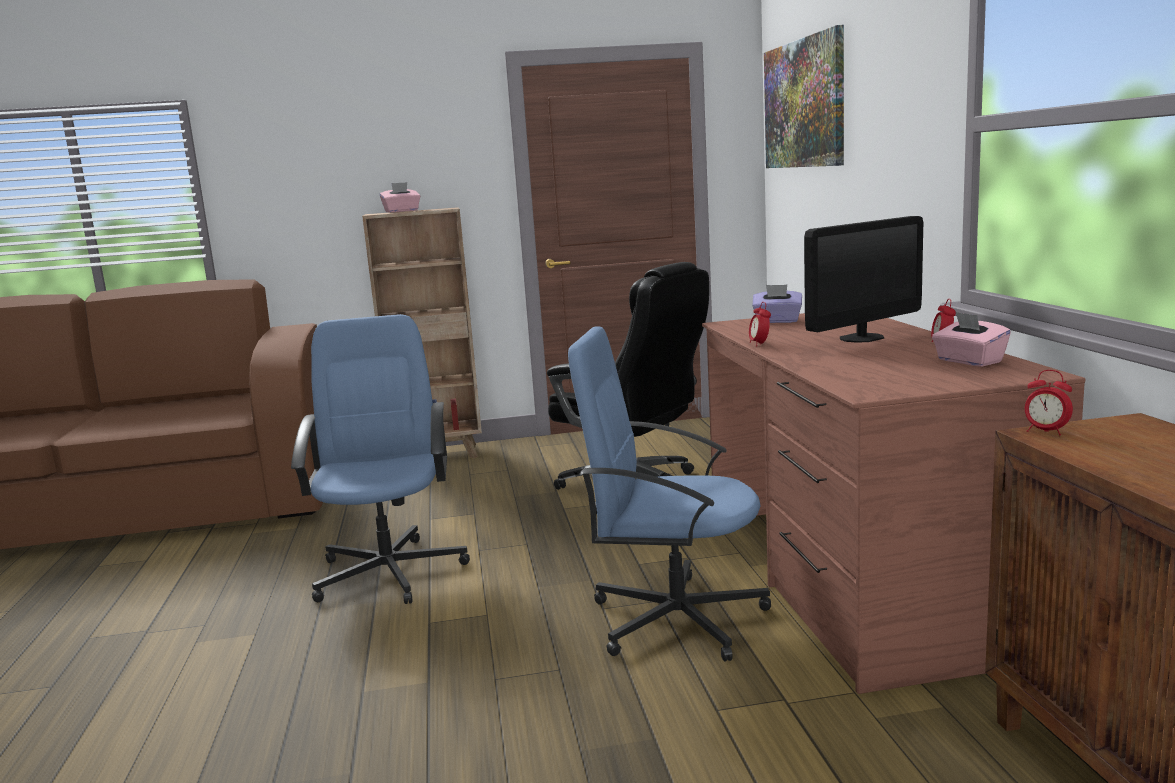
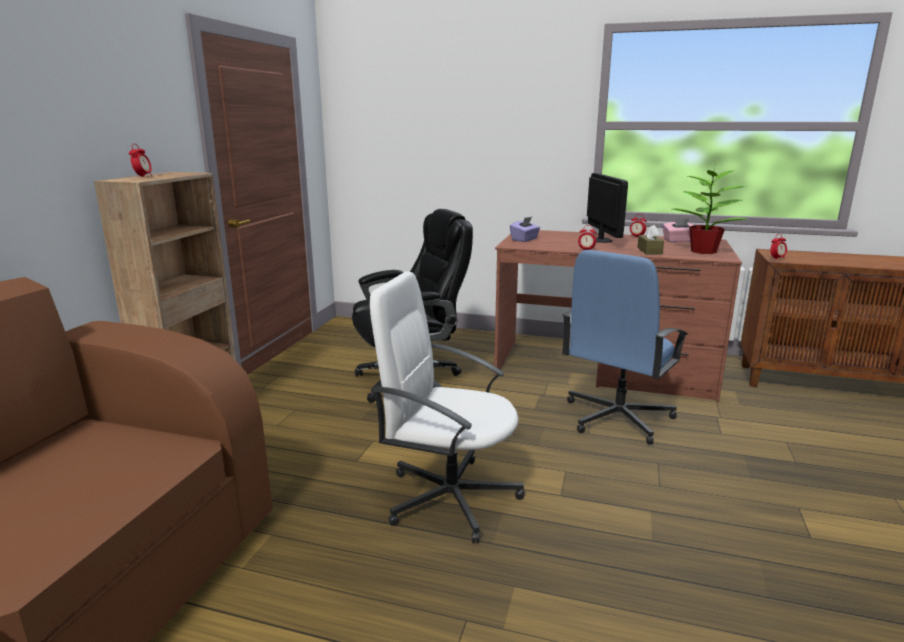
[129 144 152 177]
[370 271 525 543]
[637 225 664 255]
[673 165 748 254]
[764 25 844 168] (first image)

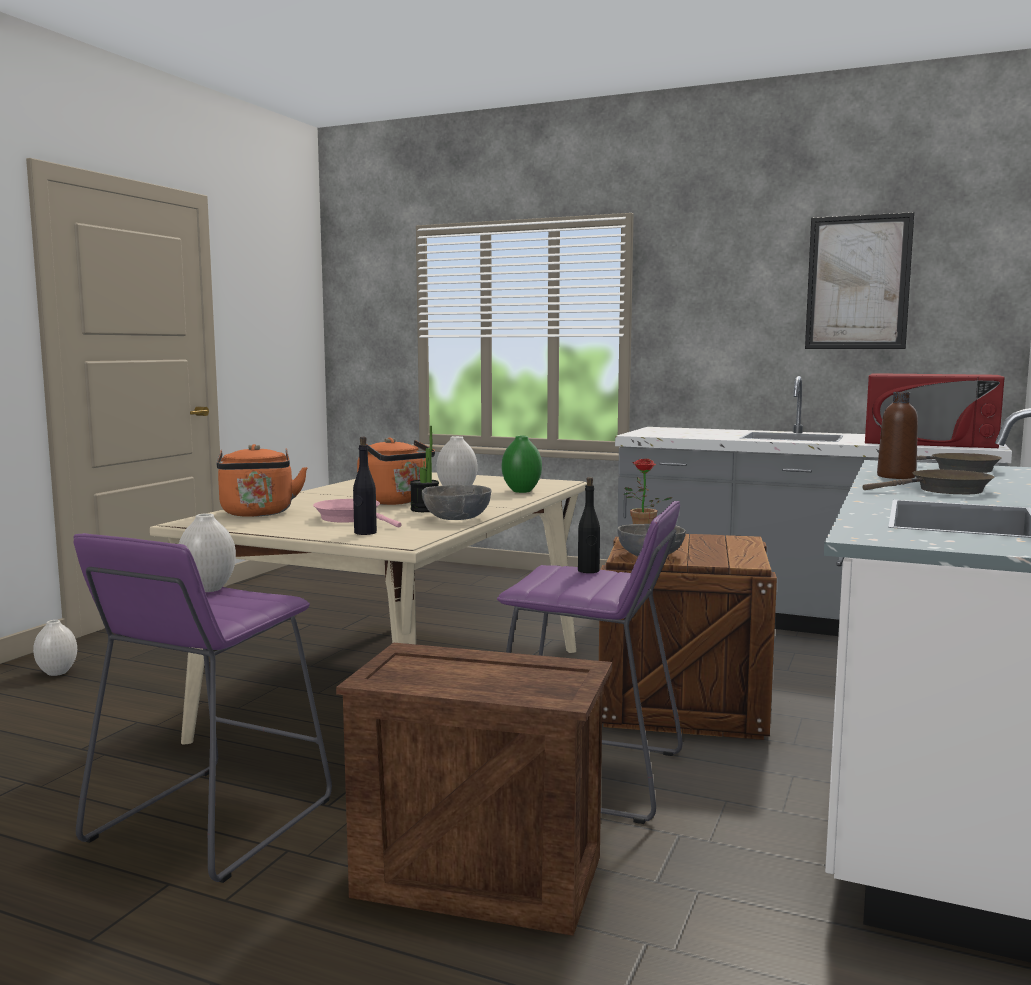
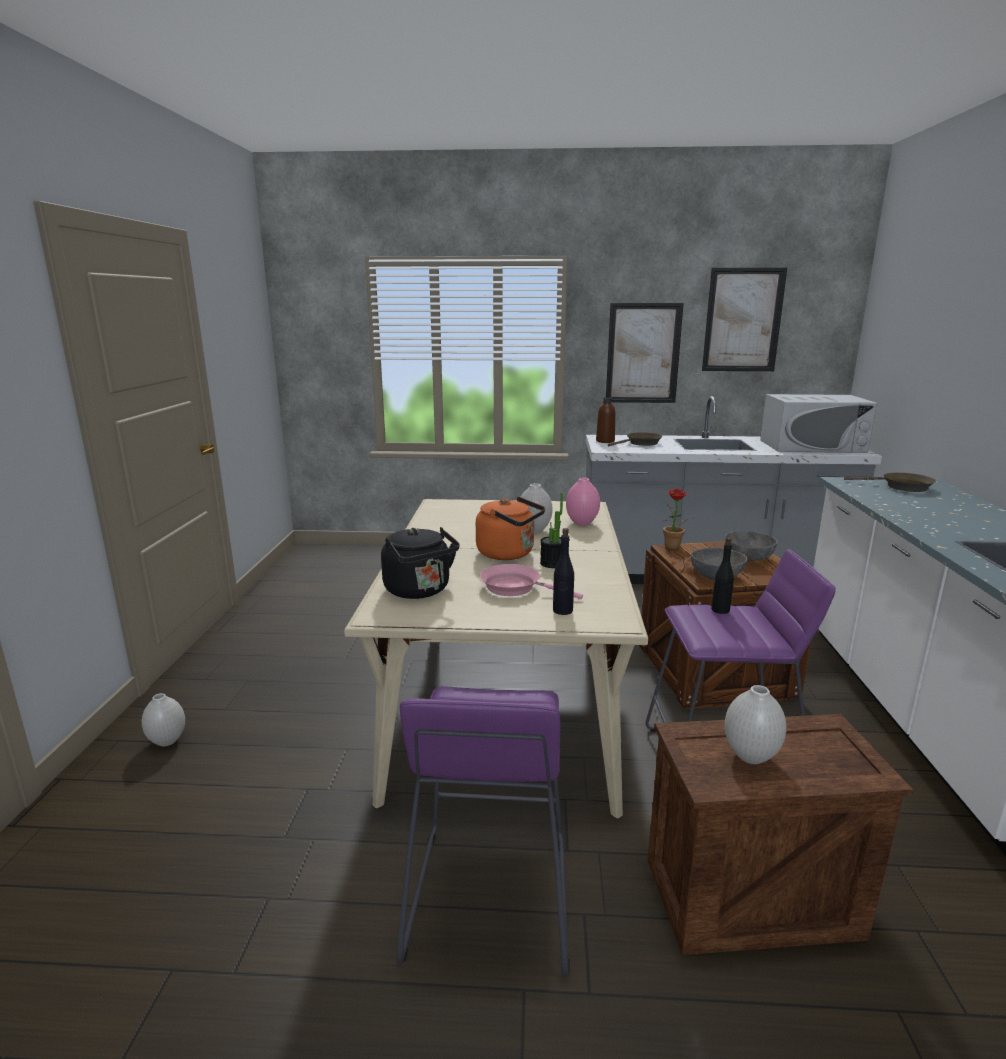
[381 527 459 599]
[566 477 600 526]
[596 397 615 443]
[606 303 684 403]
[608 432 663 446]
[725 531 778 561]
[725 685 786 764]
[760 394 877 453]

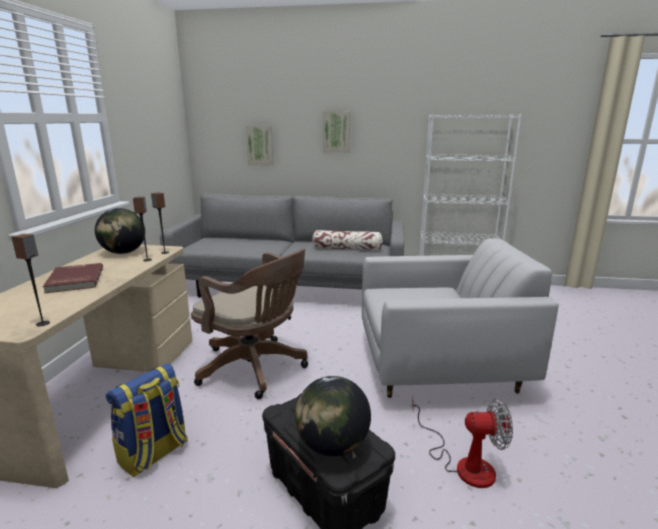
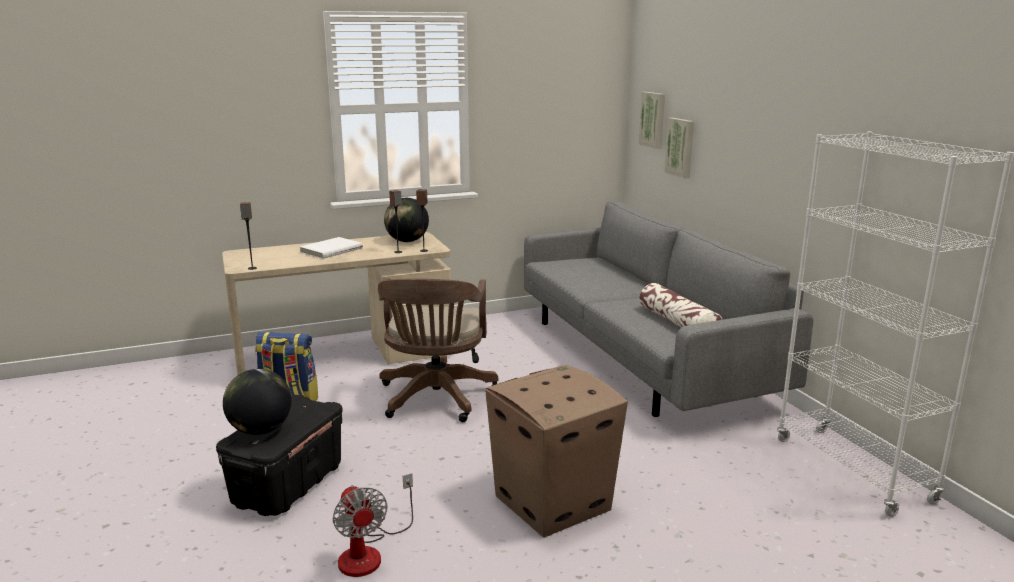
[300 237 363 259]
[485 365 628 538]
[639 92 665 149]

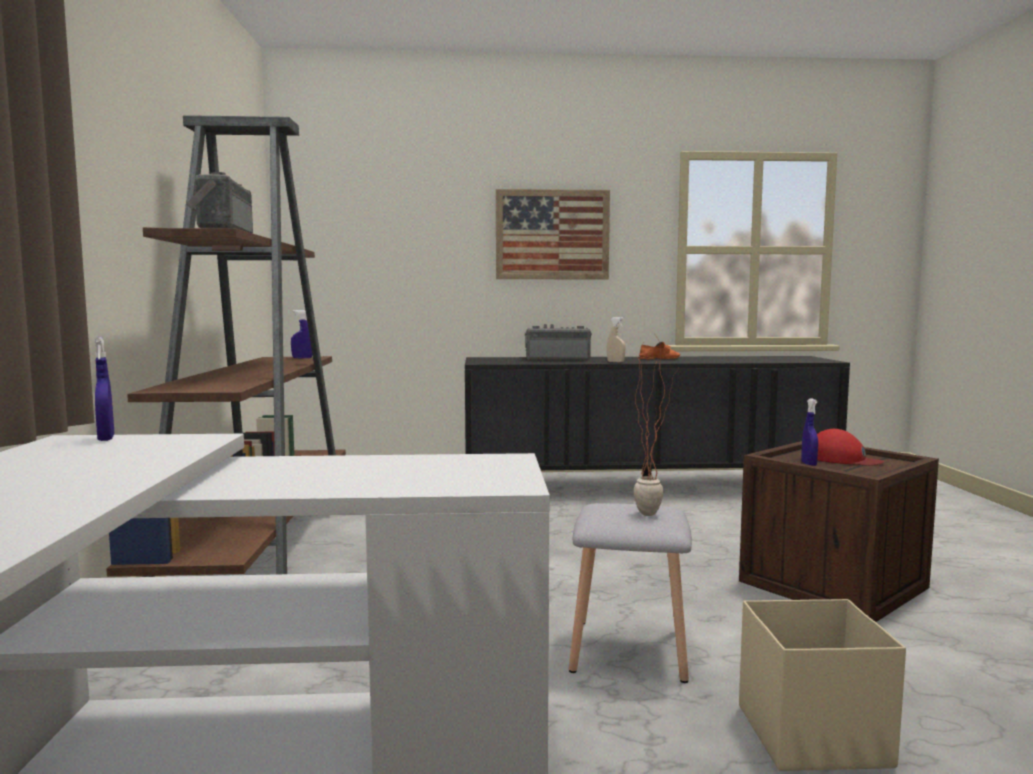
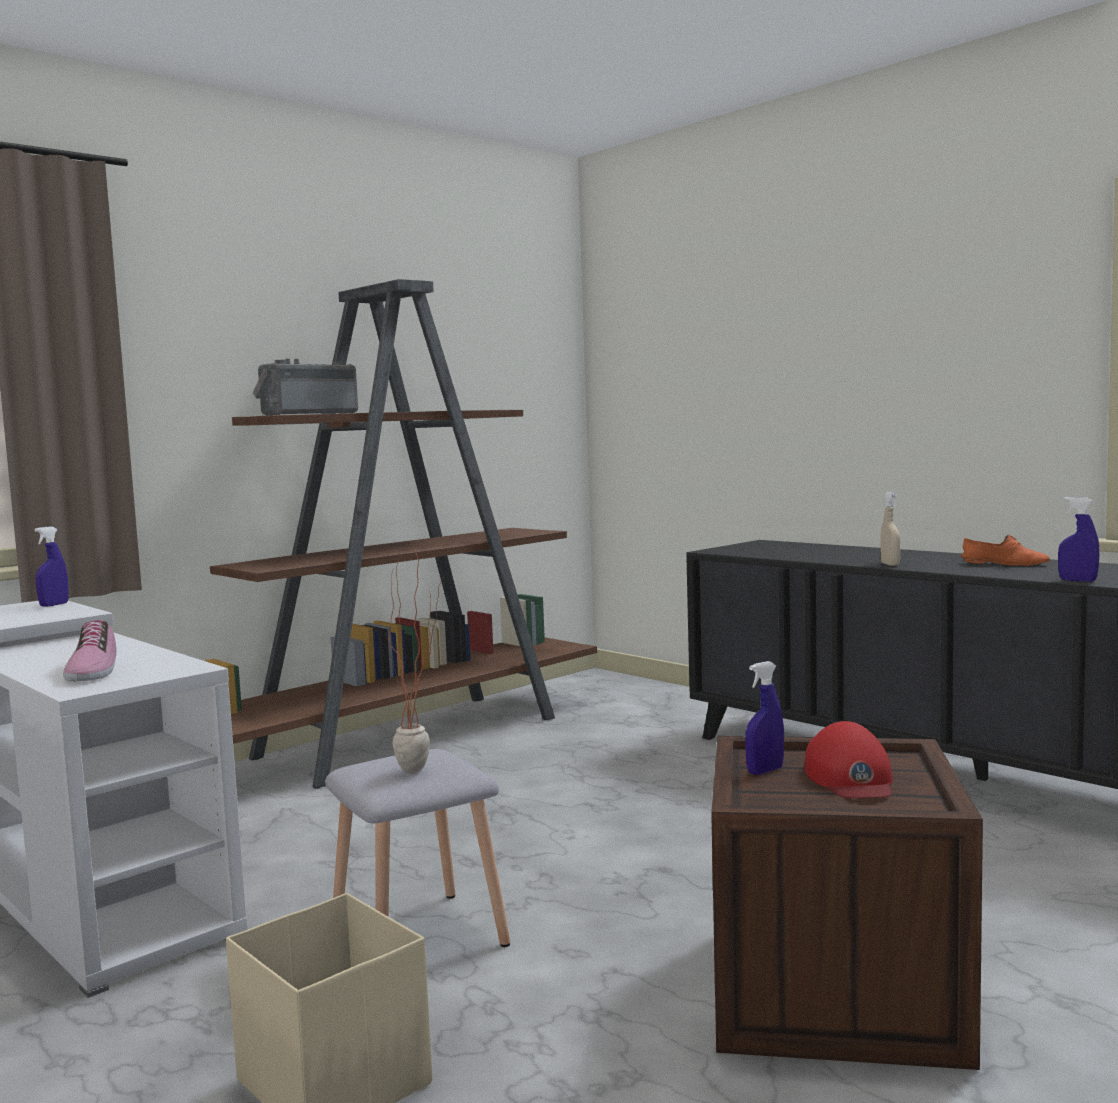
[63 620 117 681]
[1058 497 1099 582]
[496 189 610 279] (first image)
[525 324 592 360] (first image)

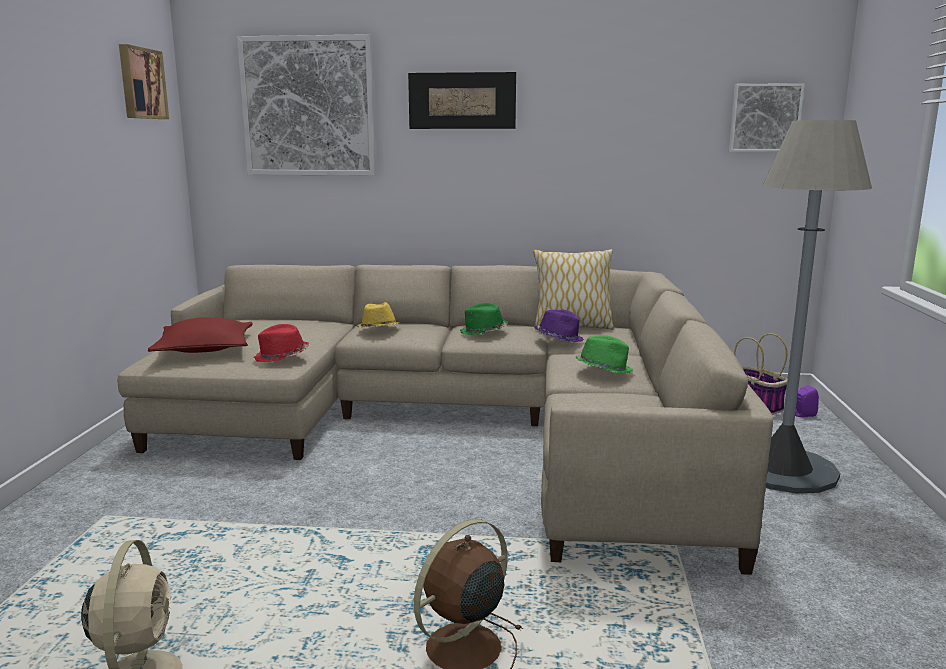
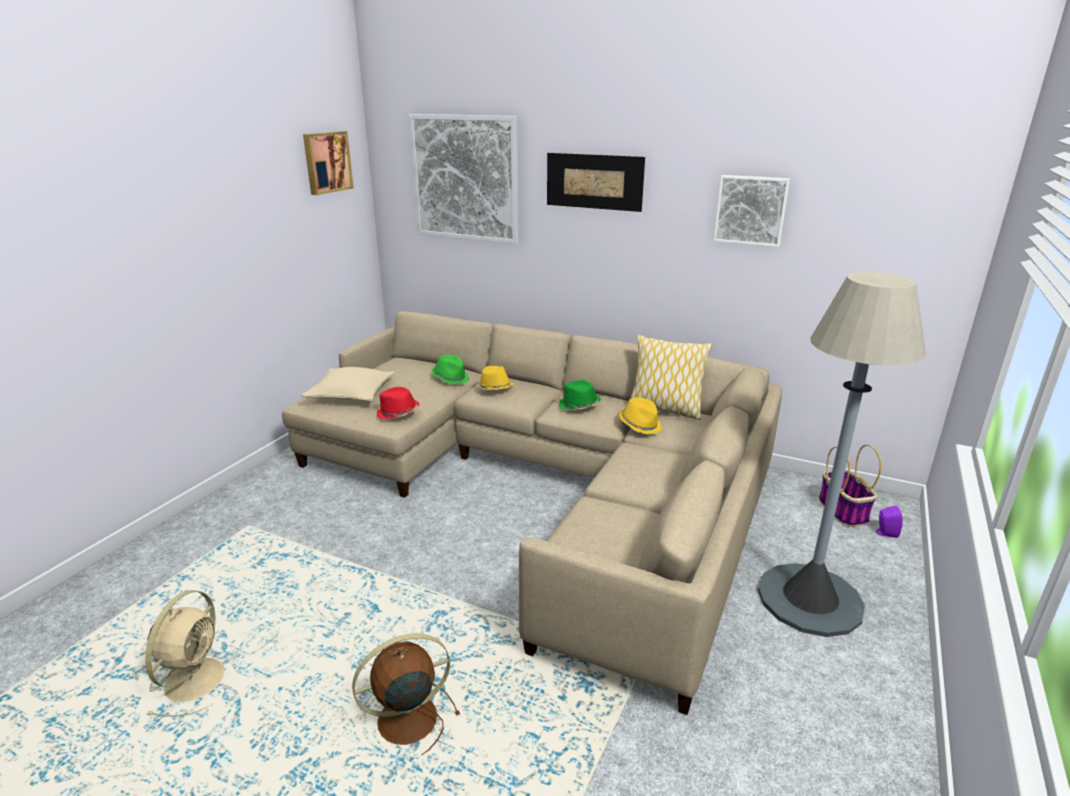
[301 367 395 401]
[432 355 469 384]
[619 398 662 434]
[714 175 790 247]

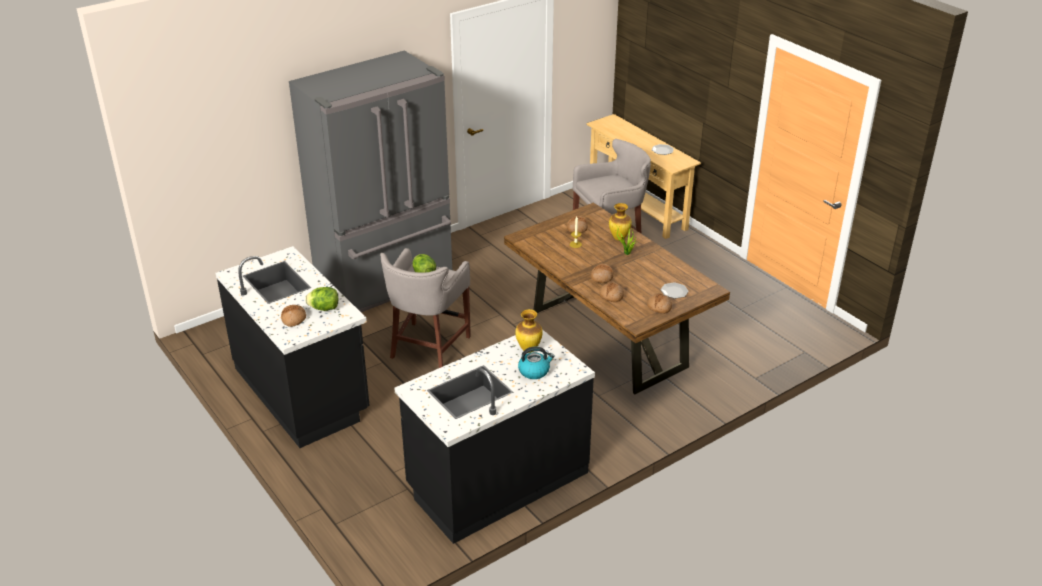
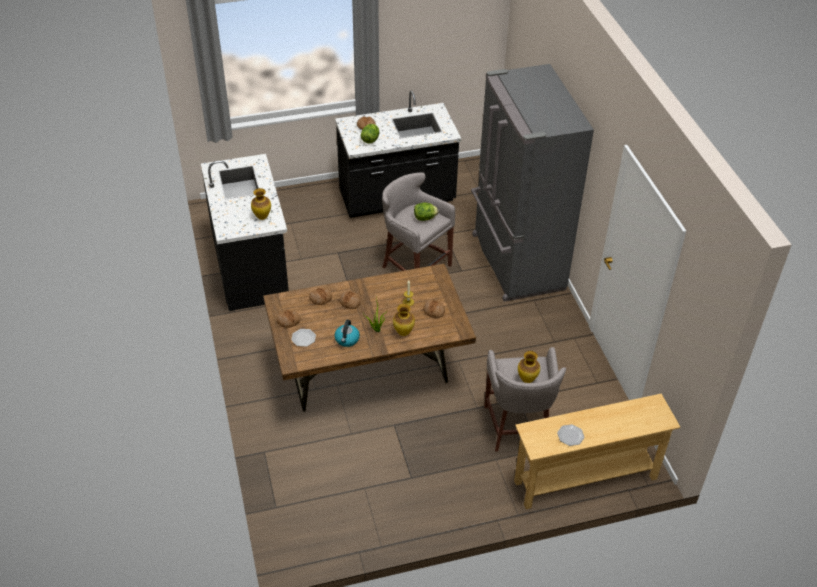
[334 320 360 347]
[518 351 540 383]

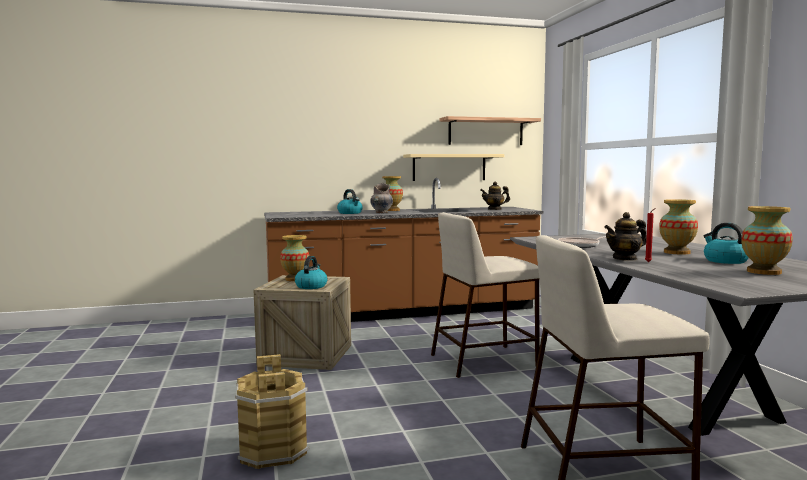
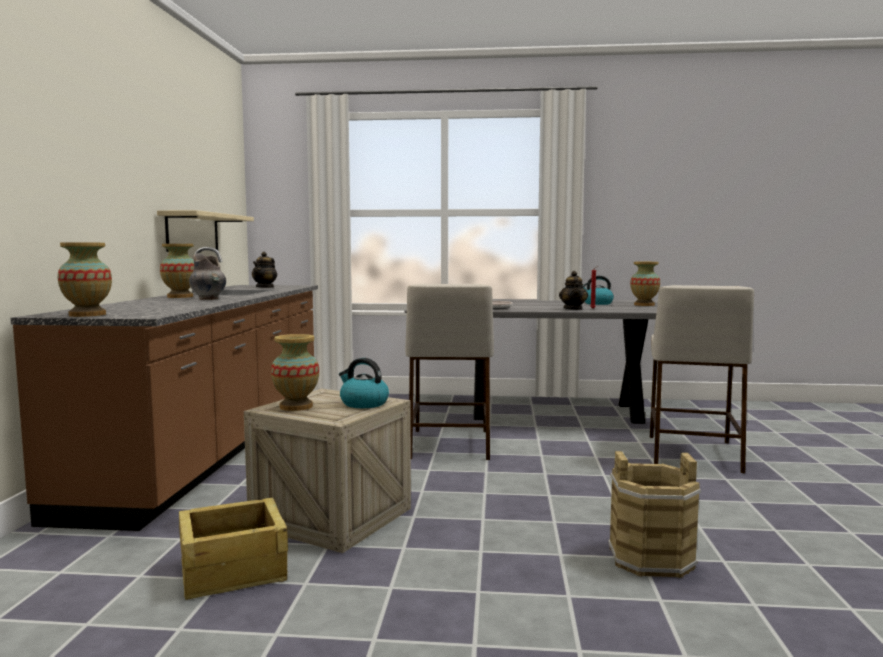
[58 242 112 317]
[179 497 288 600]
[337 189 363 214] (first image)
[439 116 541 145] (first image)

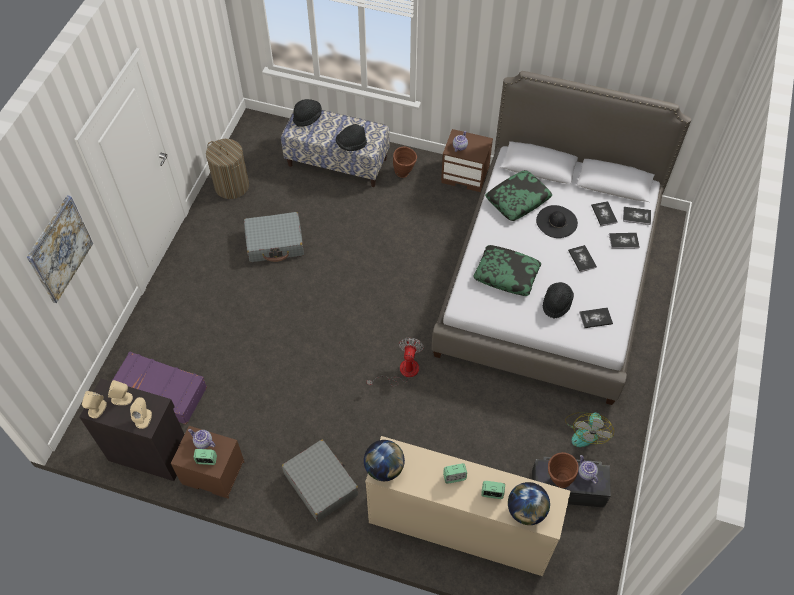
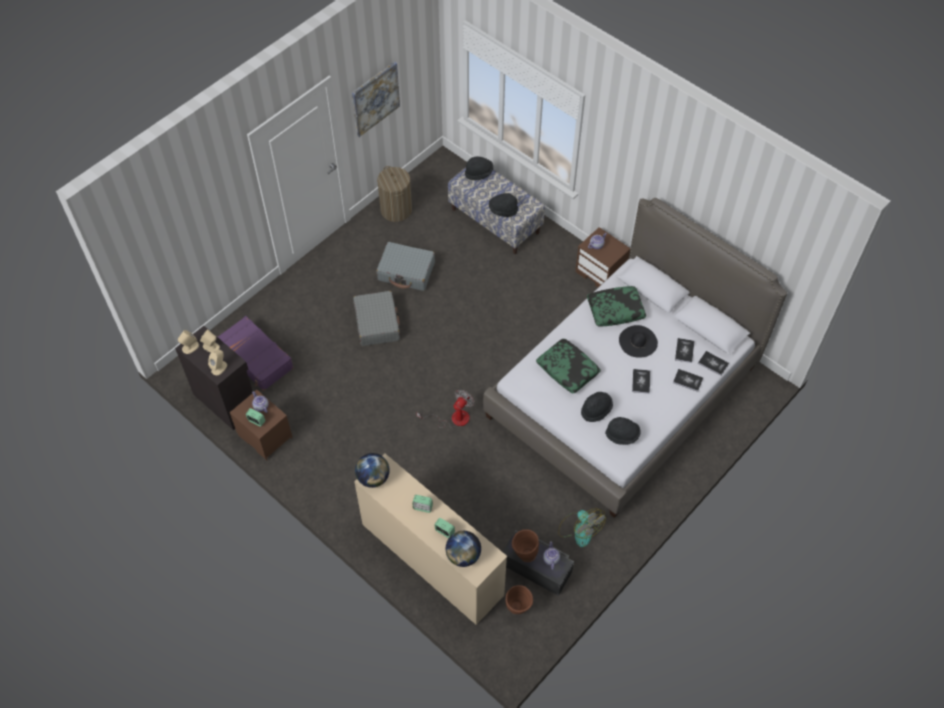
[352 61 400 137]
[353 291 400 346]
[506 585 533 614]
[558 508 606 547]
[605 417 641 445]

